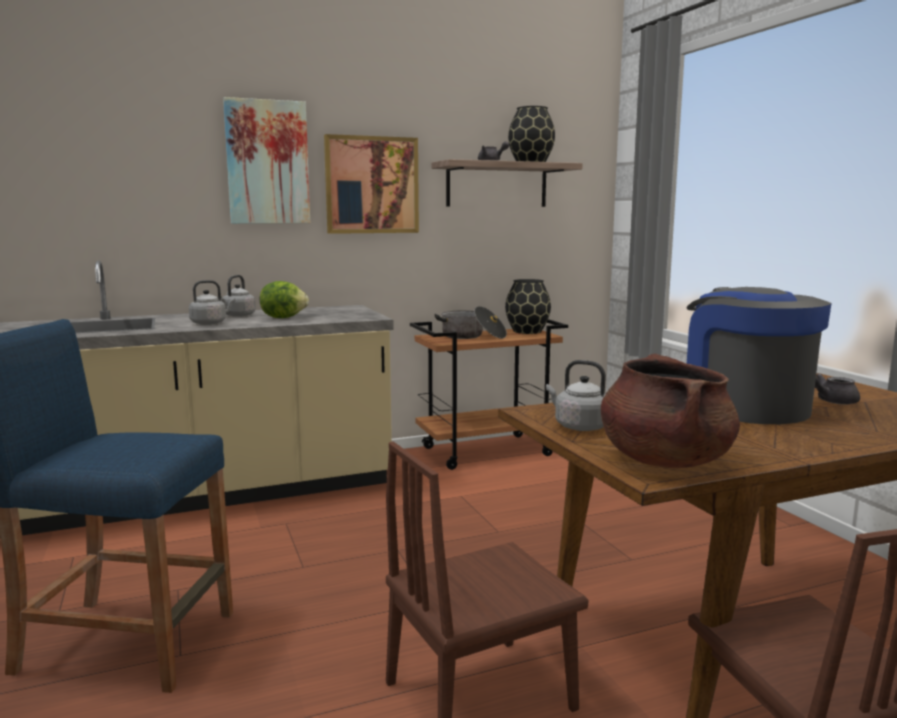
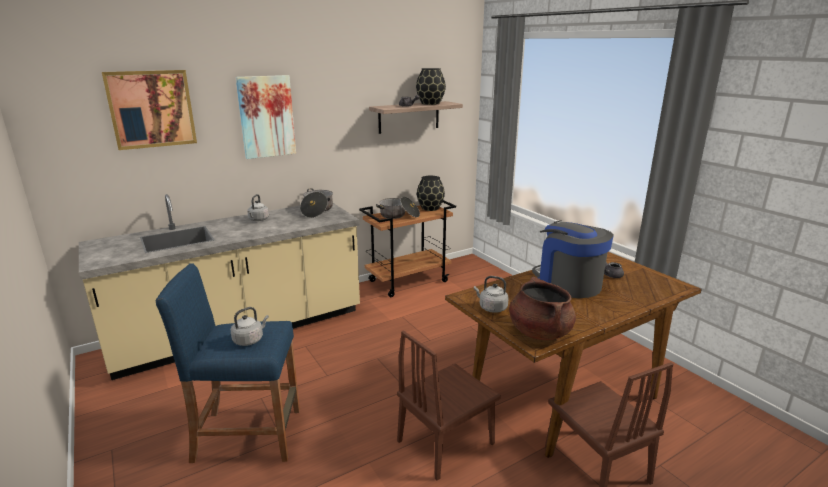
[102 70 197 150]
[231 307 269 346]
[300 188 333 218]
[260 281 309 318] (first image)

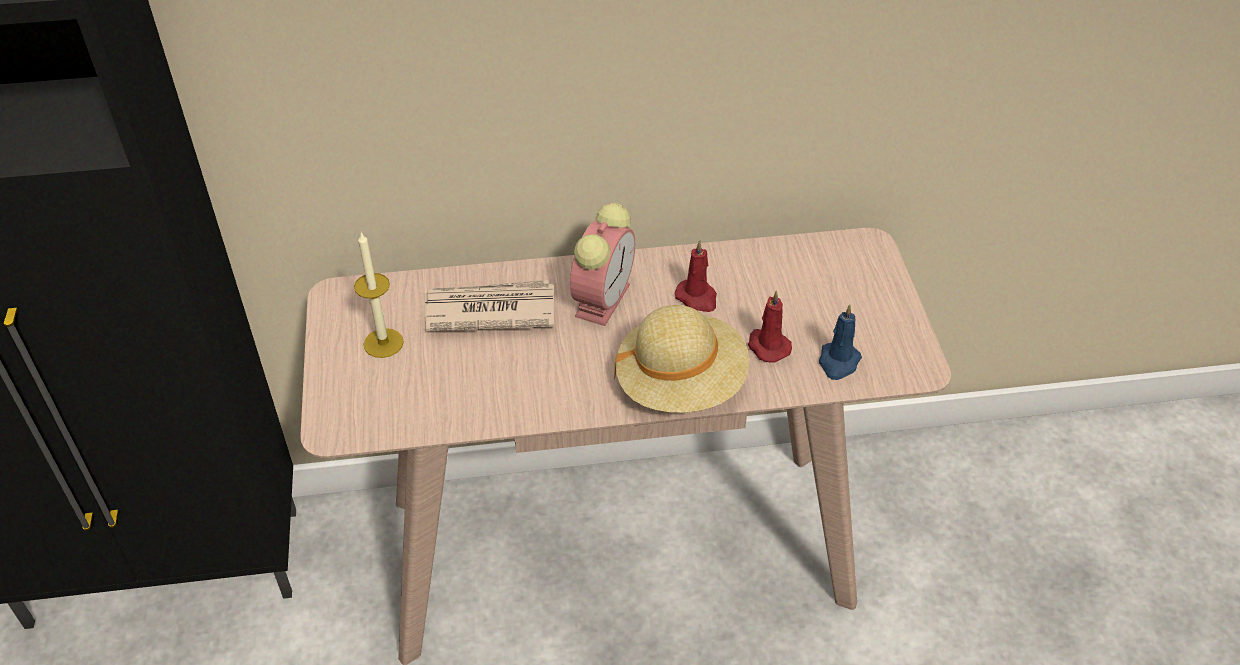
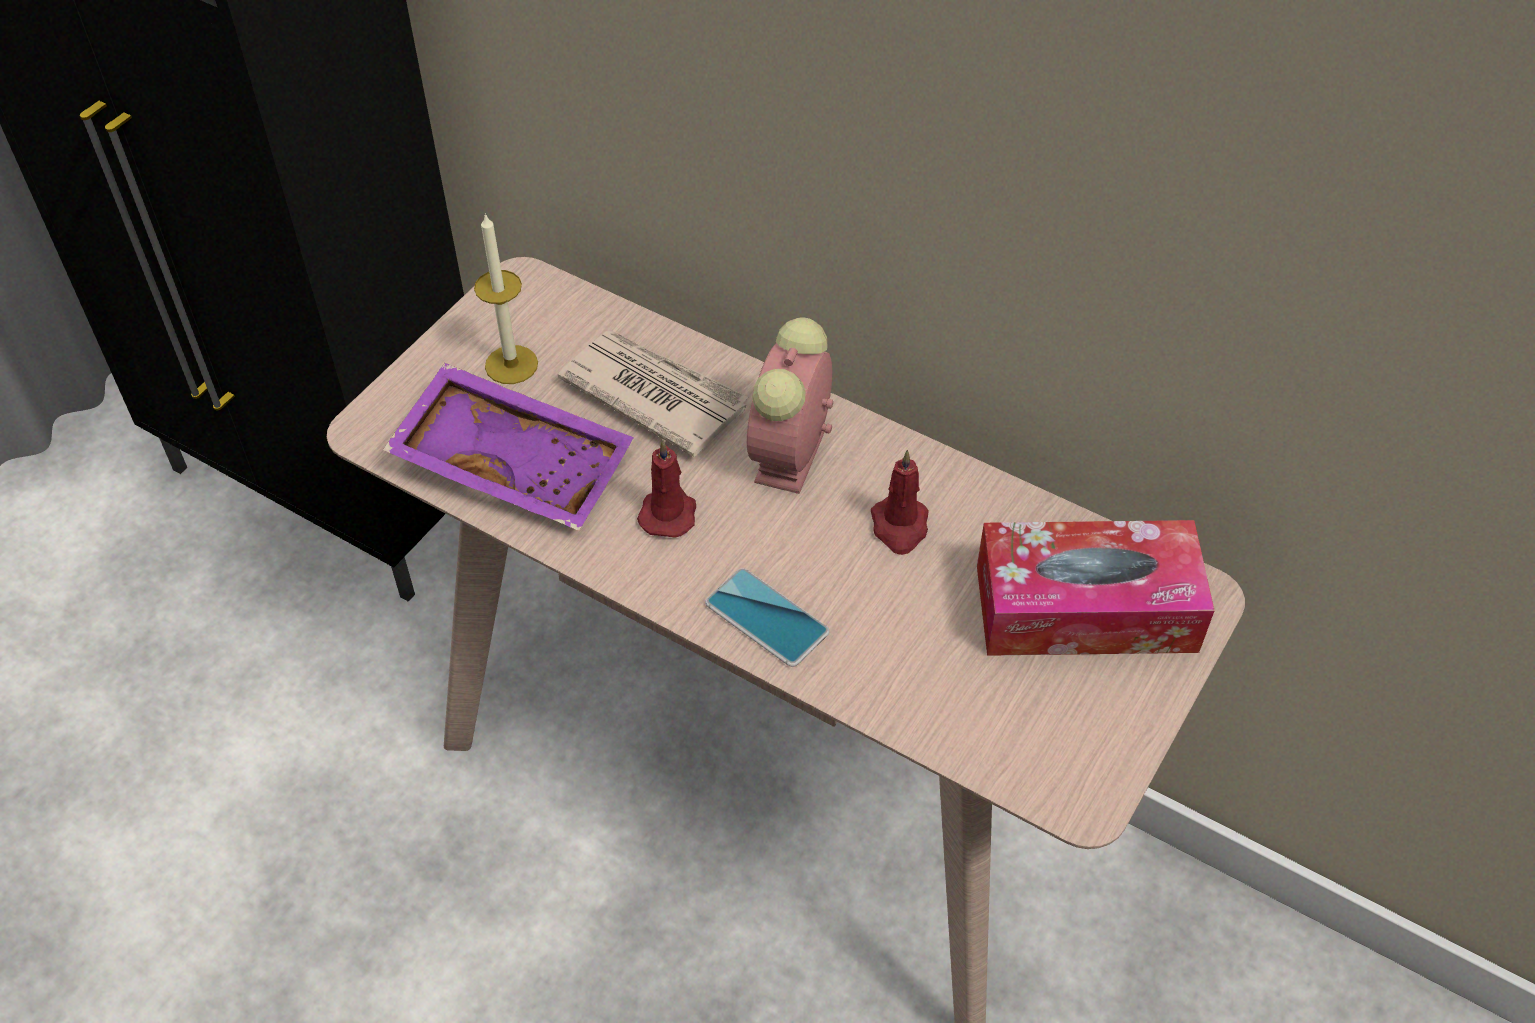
[383 363 634 531]
[637 440 696 538]
[705 568 830 667]
[747 317 833 494]
[977 520 1215 656]
[819 304 862 380] (first image)

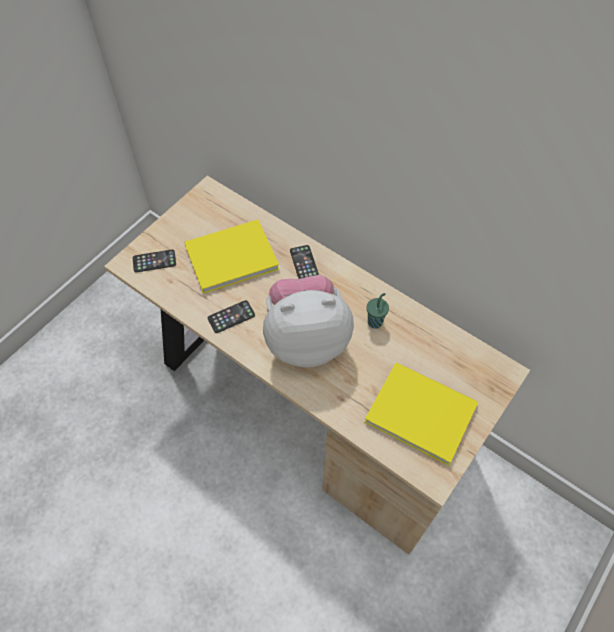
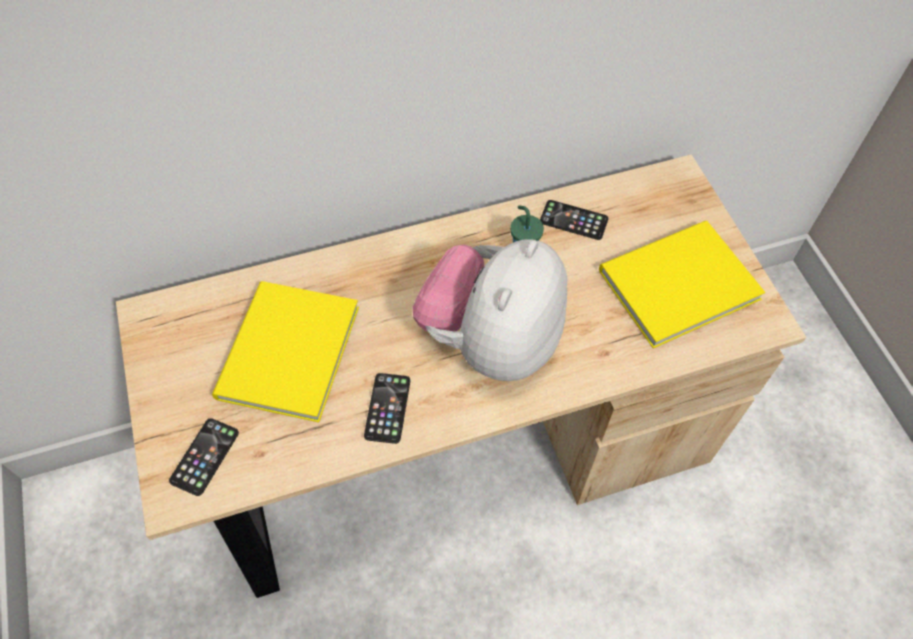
[540 200 609 240]

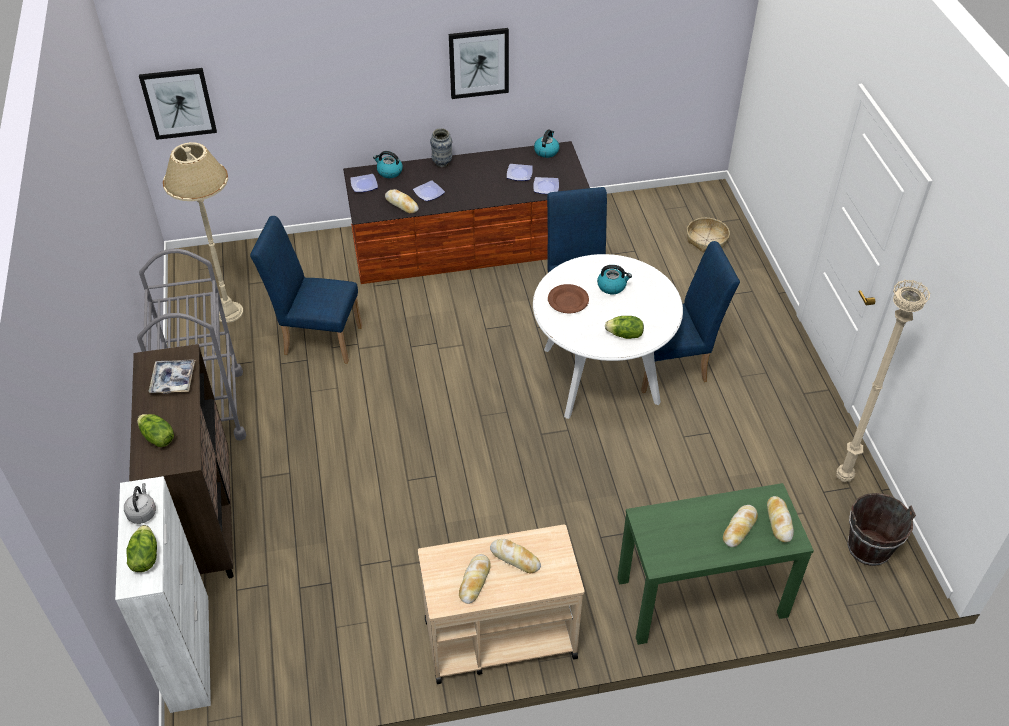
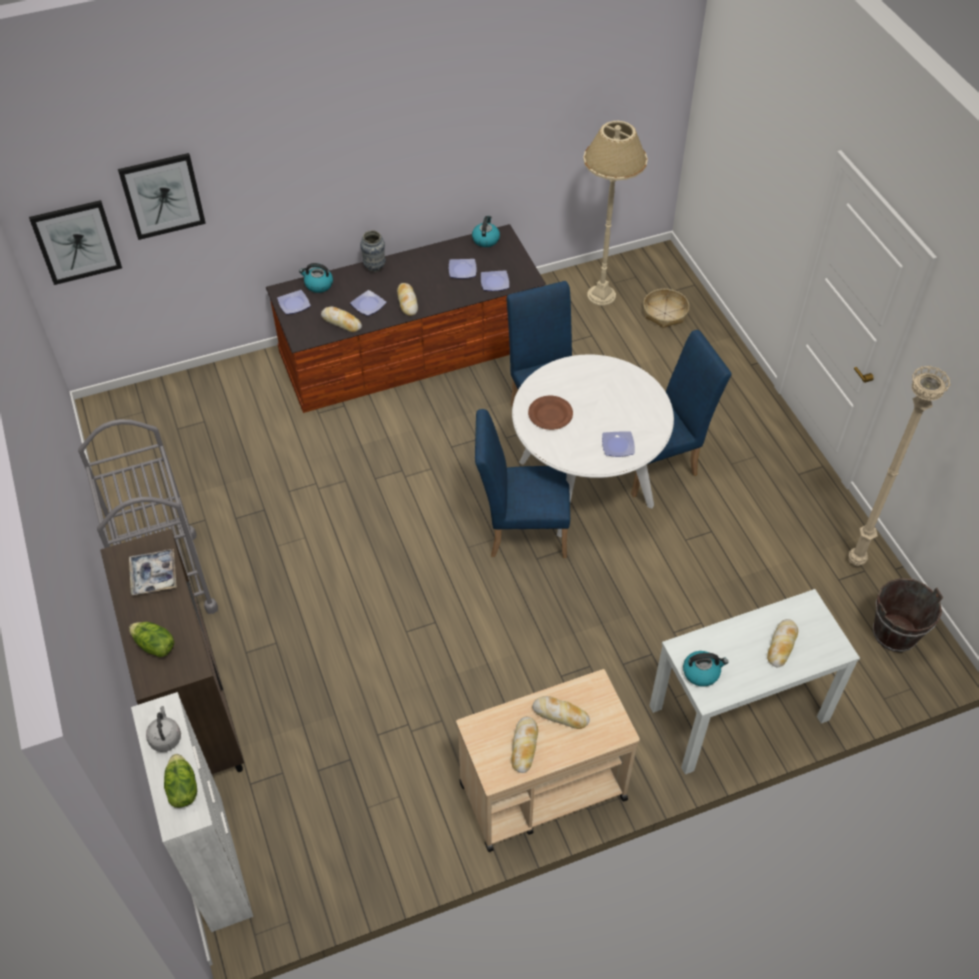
[118 153 206 240]
[397 283 418 316]
[475 409 570 558]
[583 121 648 306]
[602 431 635 457]
[649 589 860 774]
[683 651 728 687]

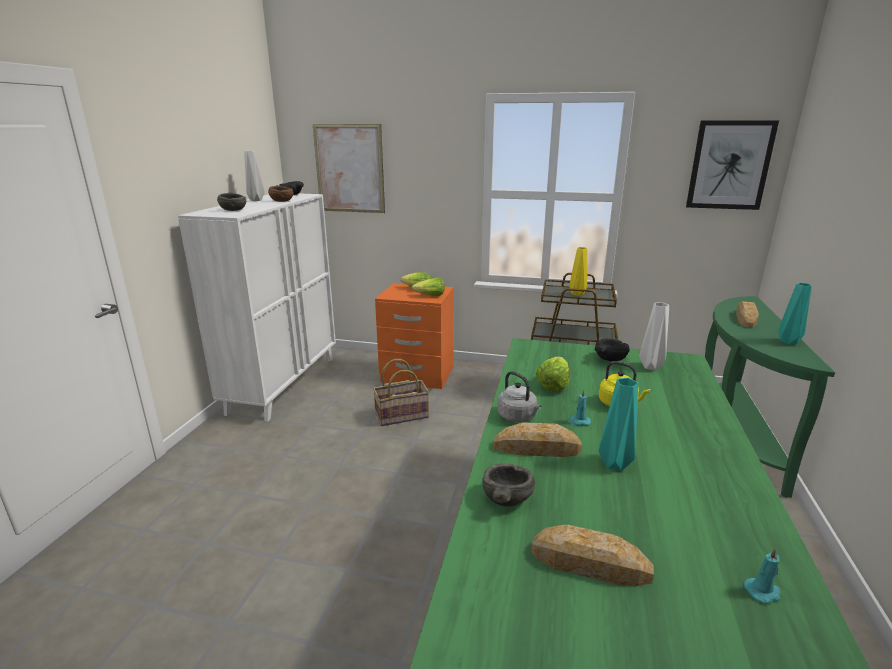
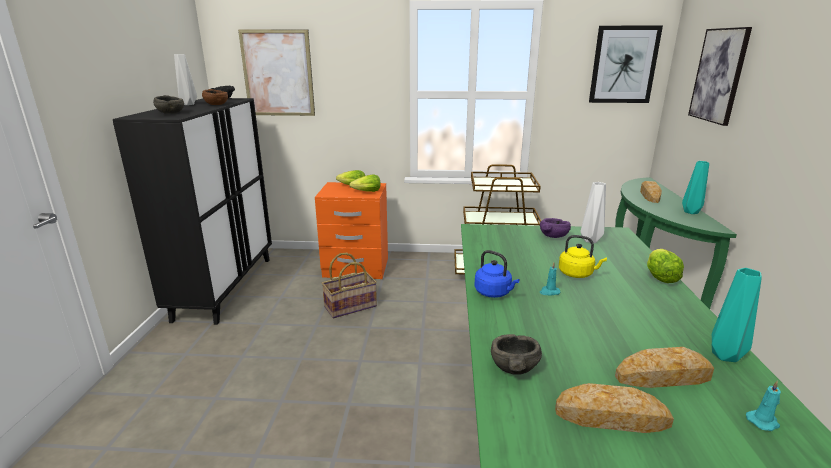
[113 98 272 325]
[474 250 520 298]
[540 218 571 238]
[615 347 714 388]
[647 249 684 283]
[688 27 752 126]
[712 268 762 362]
[569 247 587 296] (first image)

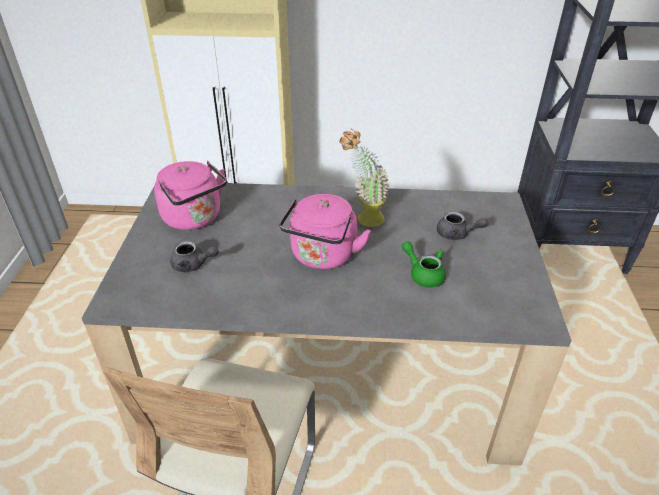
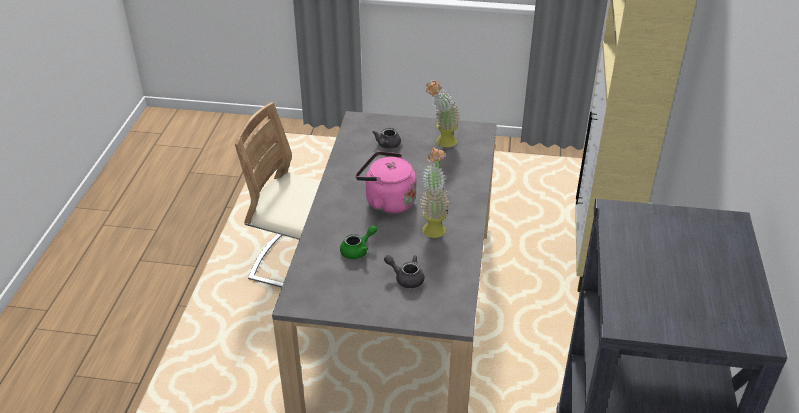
[384 255 424 288]
[426 80 460 147]

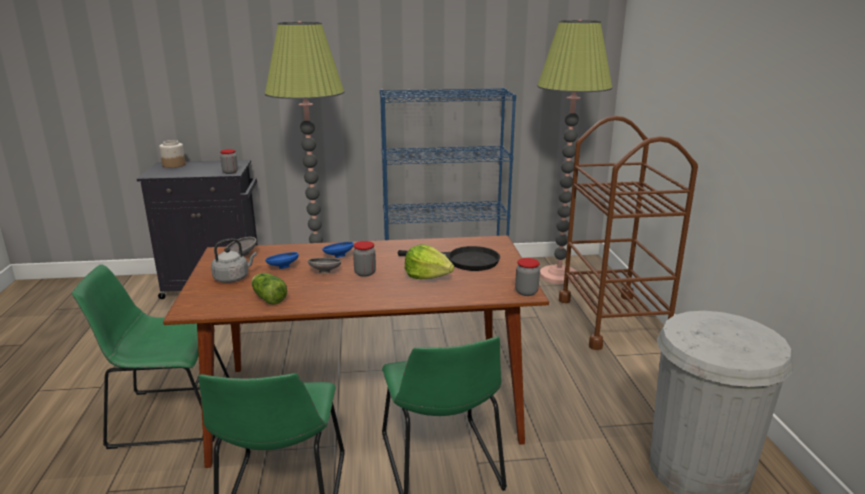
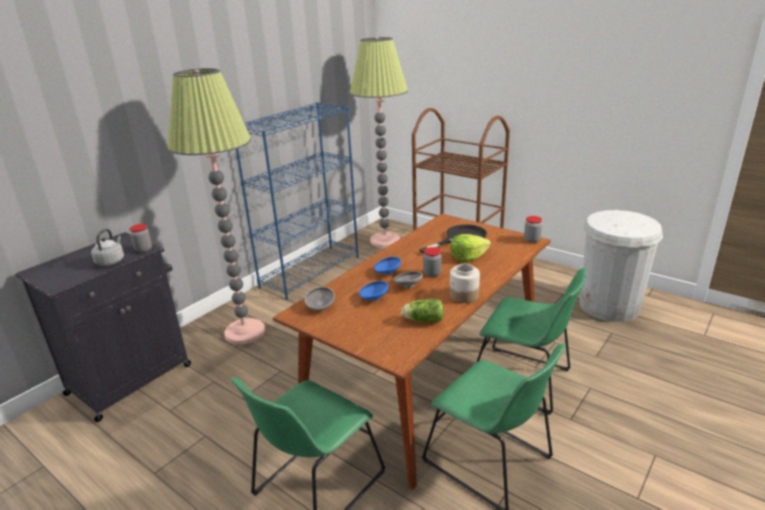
[91 229 124 266]
[450 264 480 303]

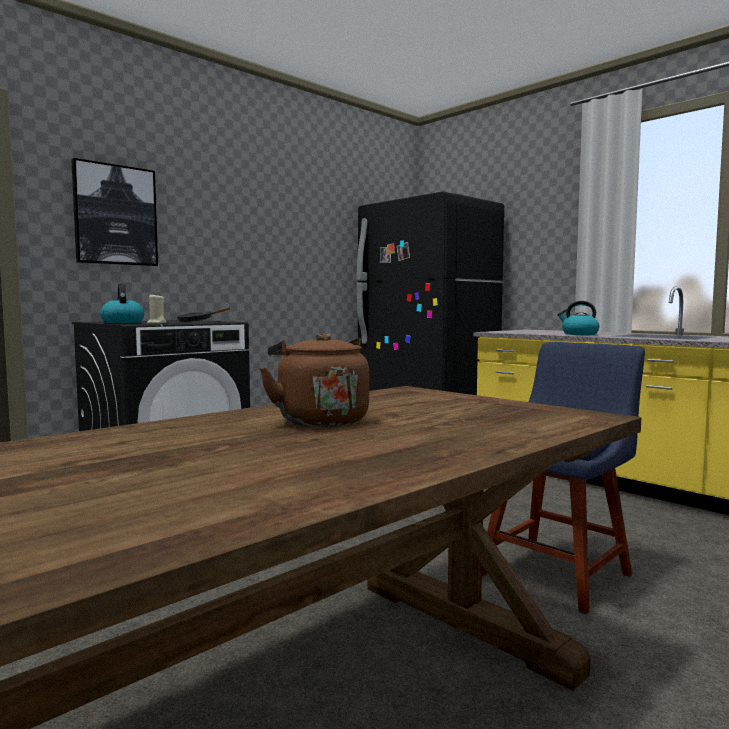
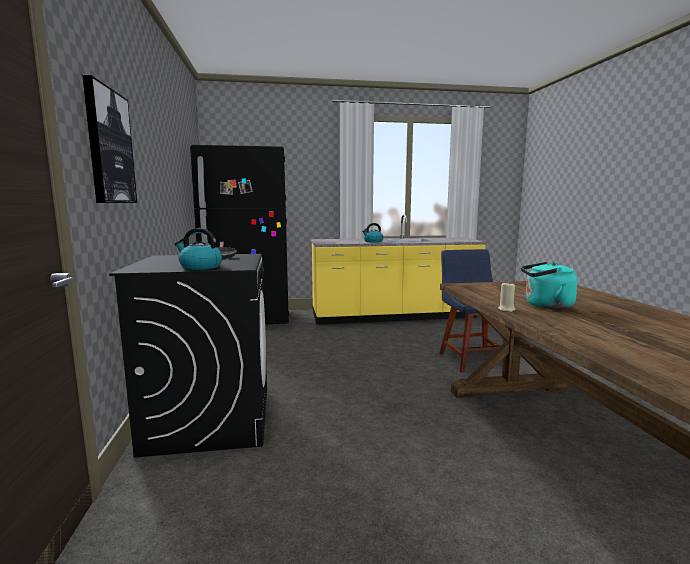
[498 281 516 312]
[521 262 578 309]

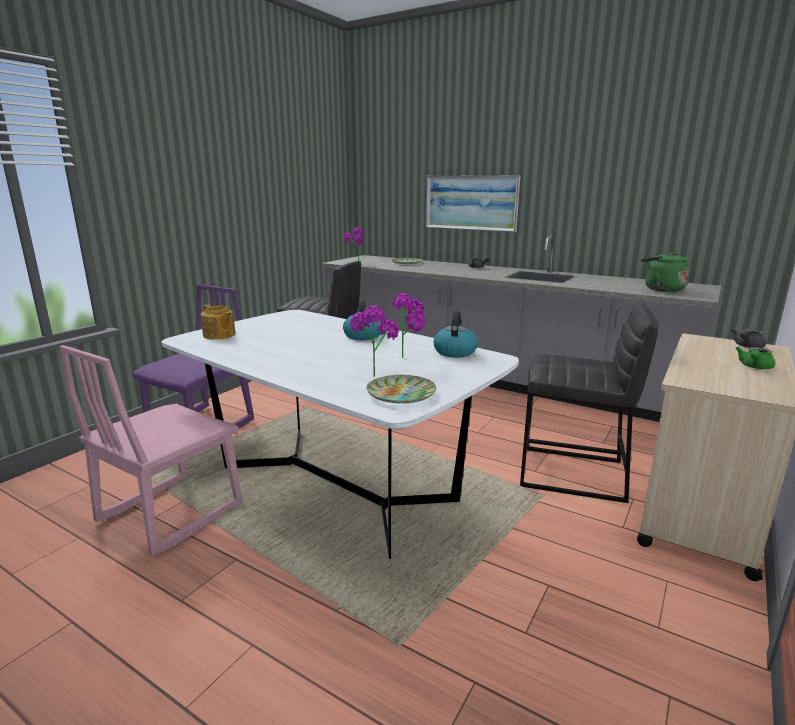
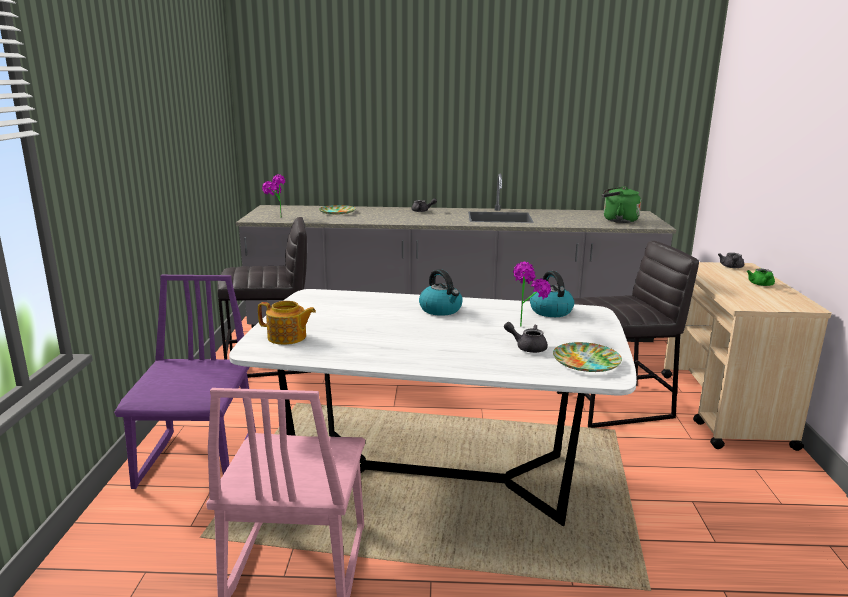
[504 322 548 353]
[426 175 521 233] (first image)

